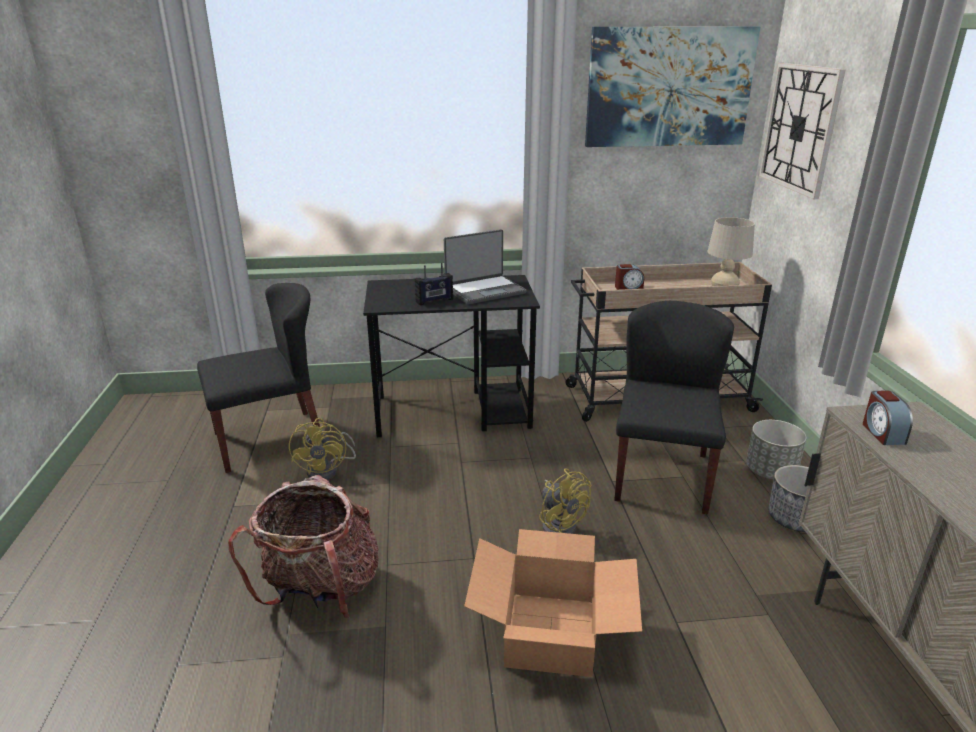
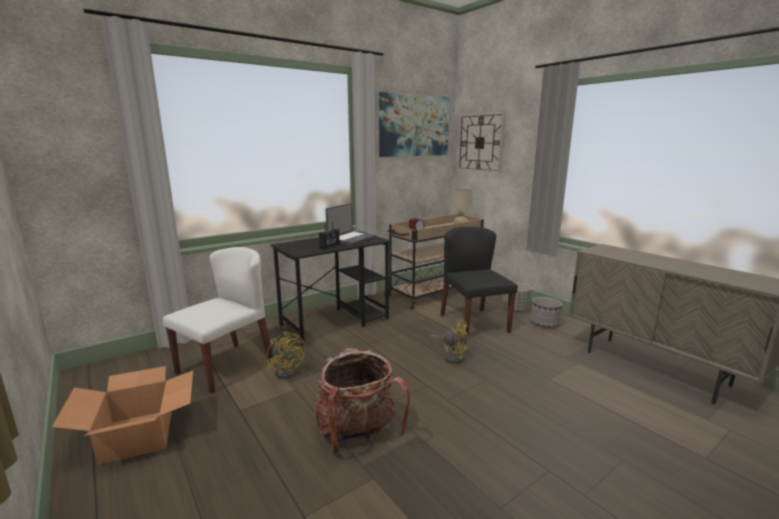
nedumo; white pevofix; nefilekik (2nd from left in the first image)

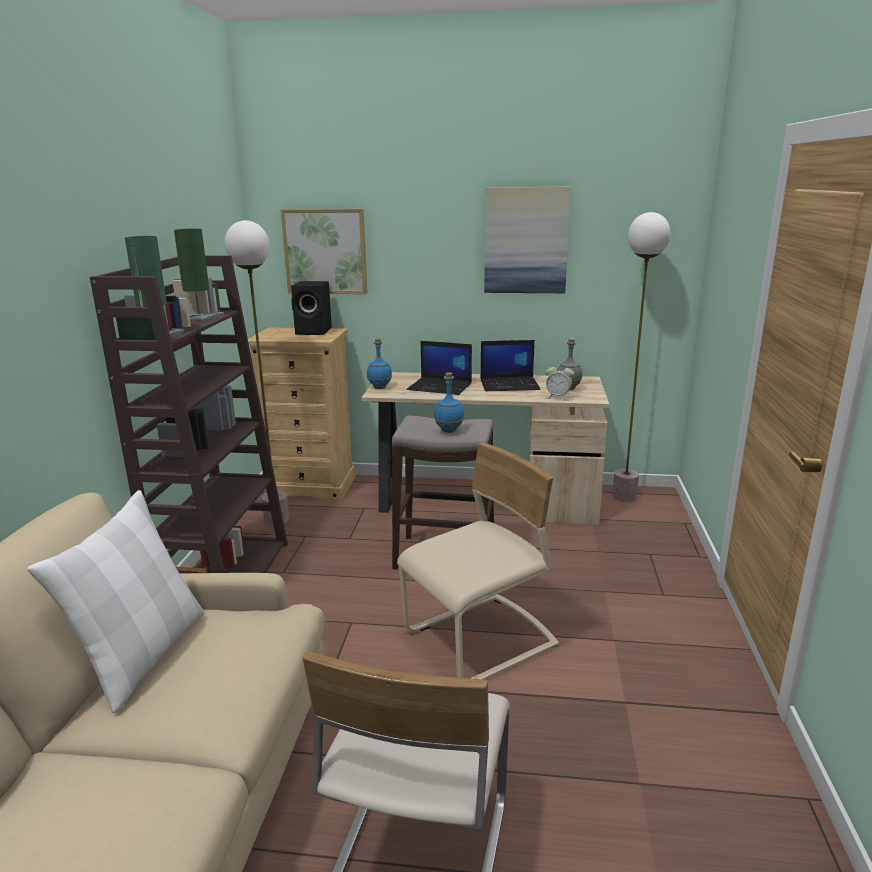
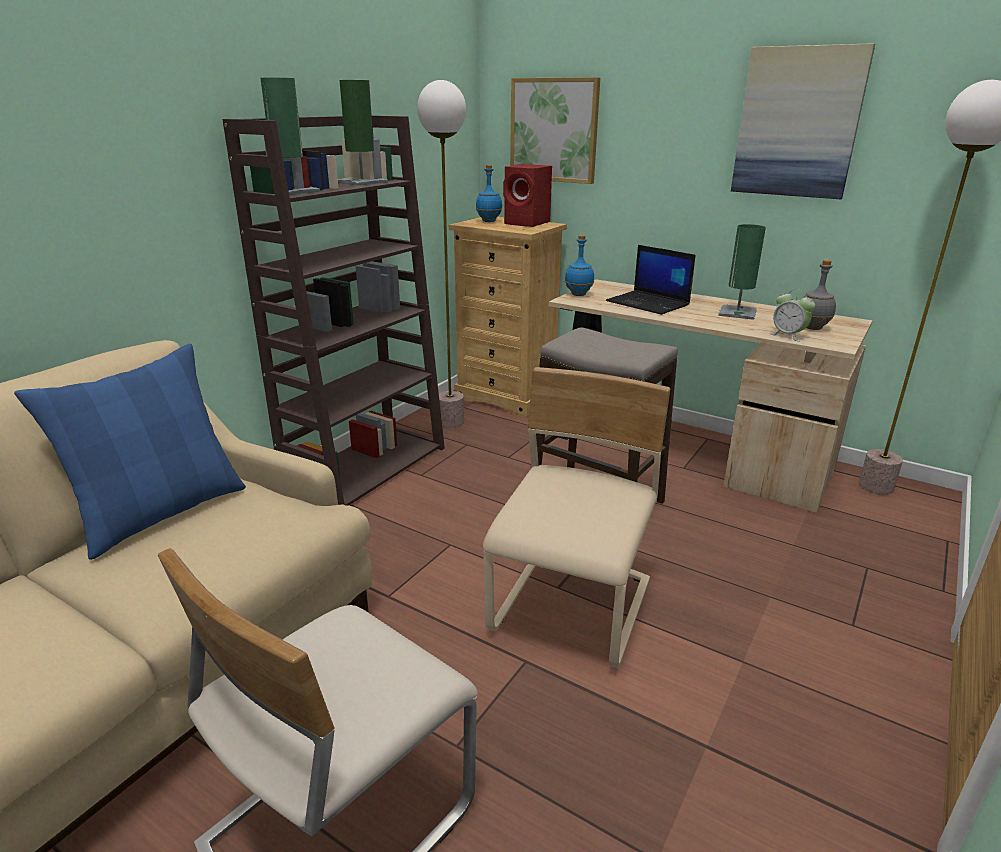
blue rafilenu; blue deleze (1st from left); beige pevofix (2nd from left); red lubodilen; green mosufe (3rd from left)

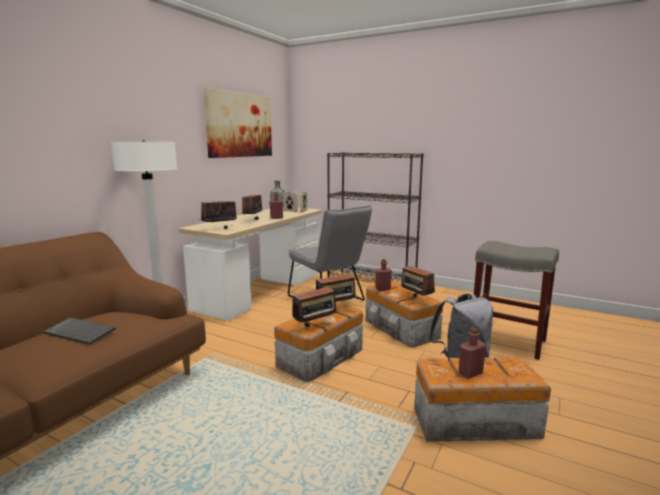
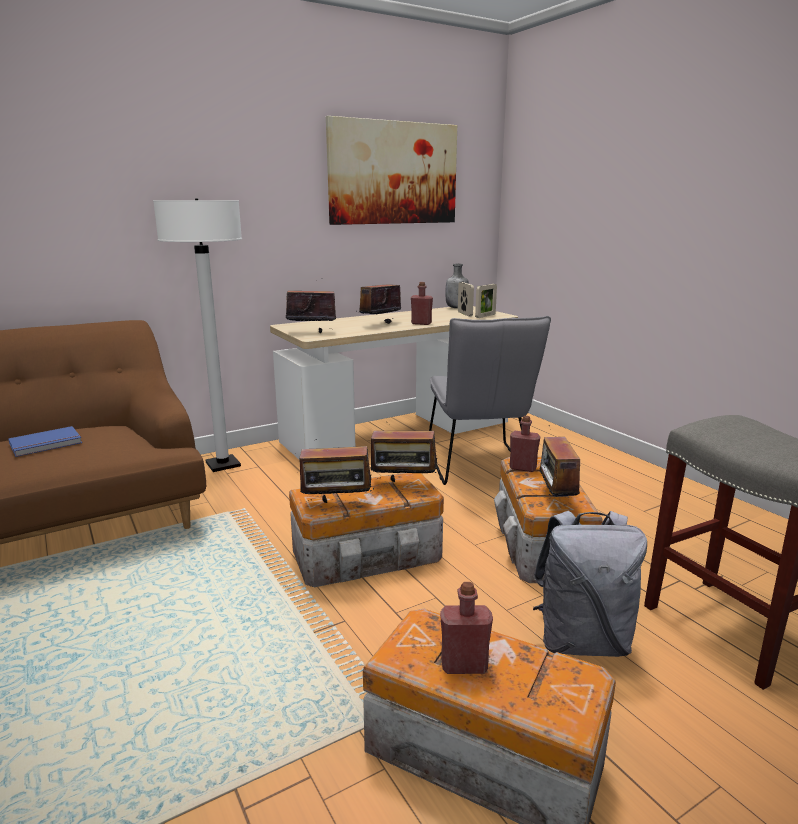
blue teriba; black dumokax

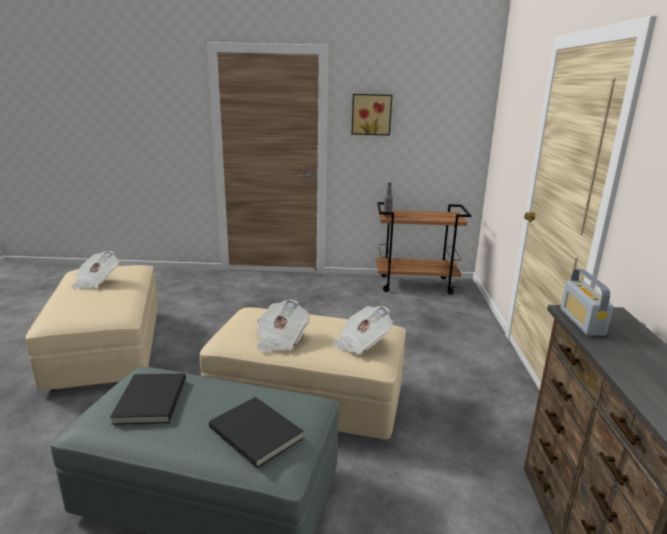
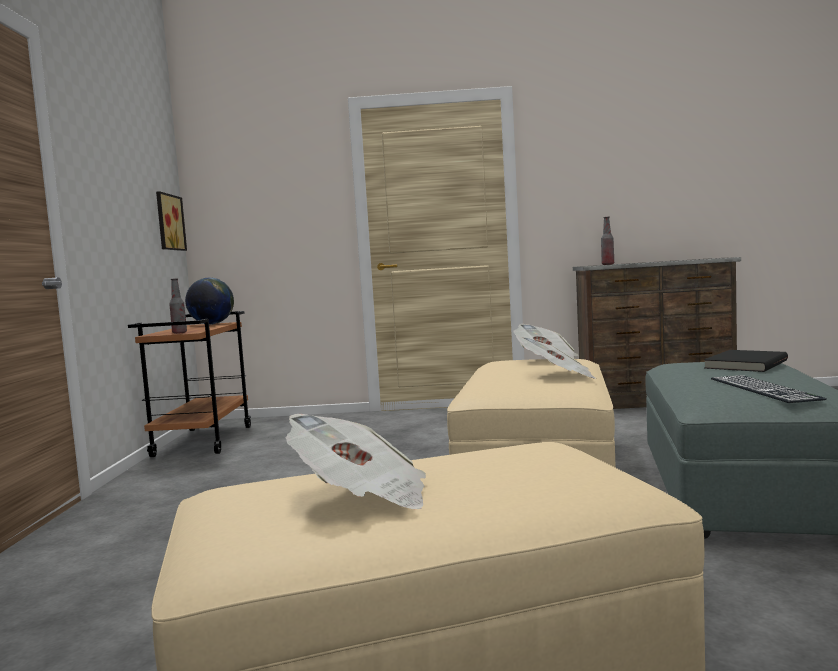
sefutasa; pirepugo; deleze (2nd from left); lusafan

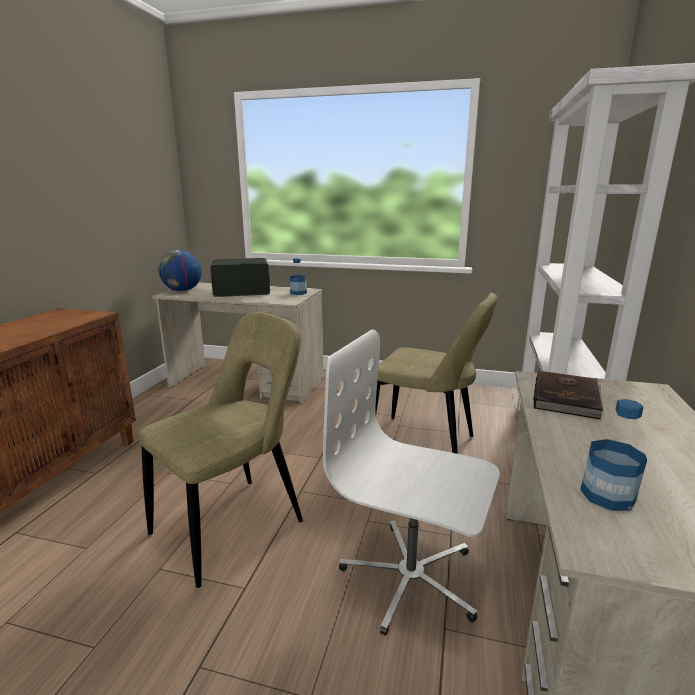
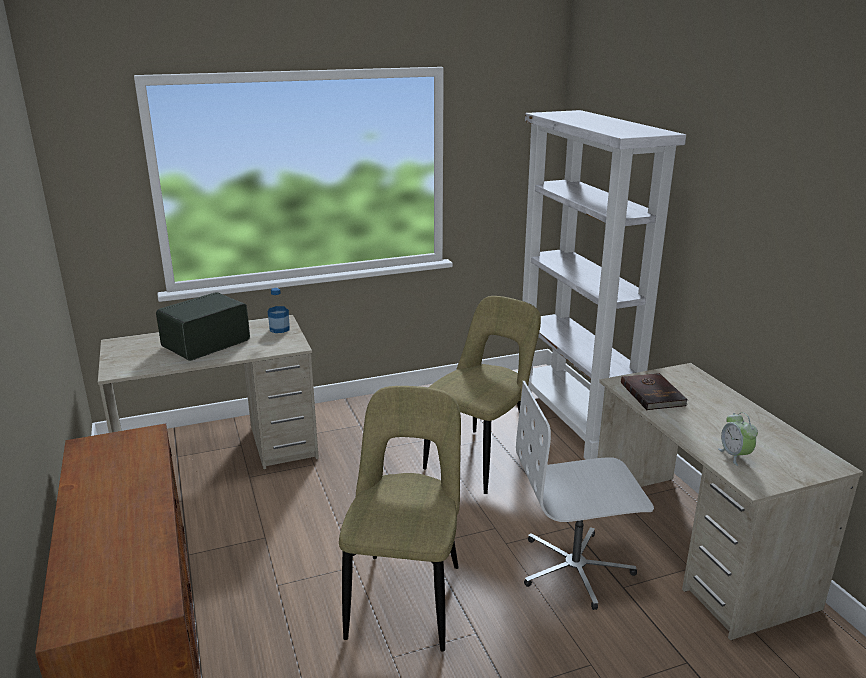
beige pevofix (2nd from left); nefilekik; pirepugo

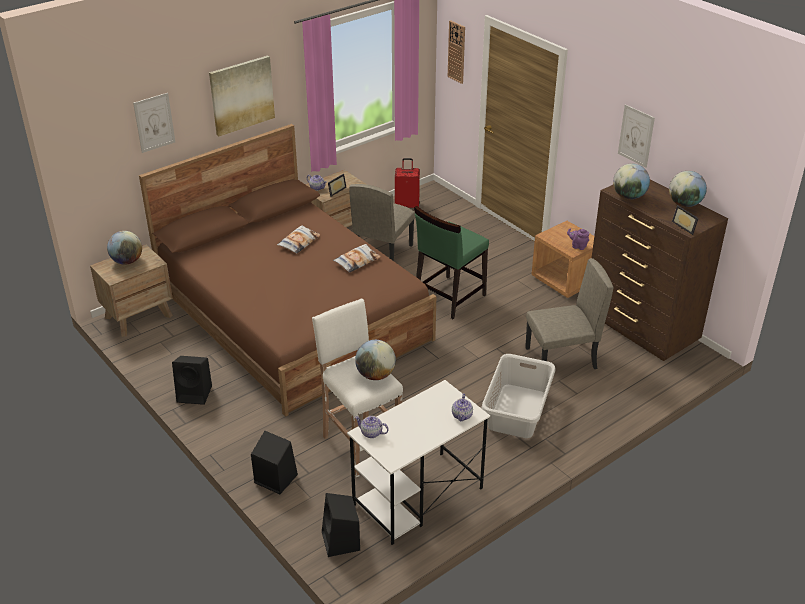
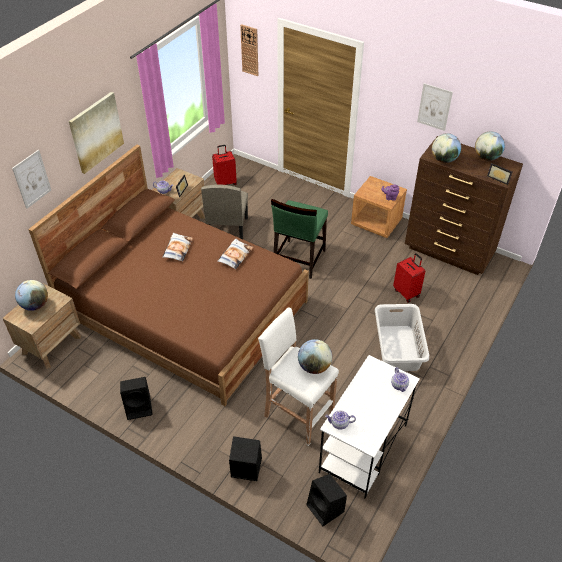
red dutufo (2nd from left)

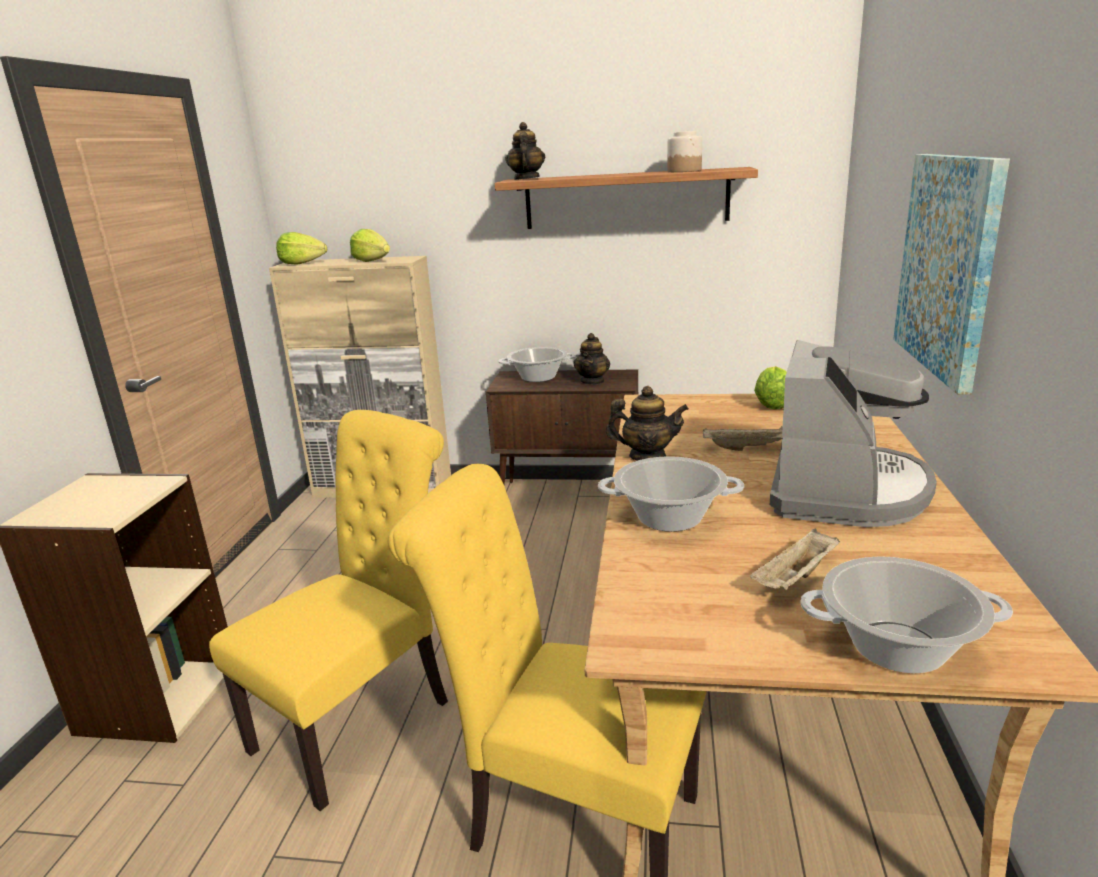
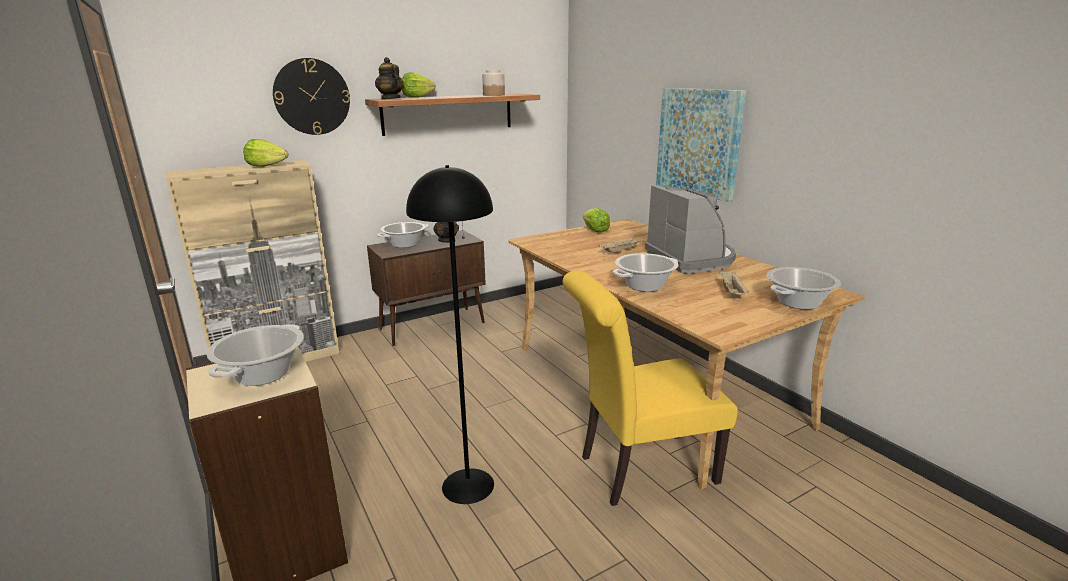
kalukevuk (1st from left); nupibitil; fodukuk (2nd from left); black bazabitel; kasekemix (3rd from left in the first image)

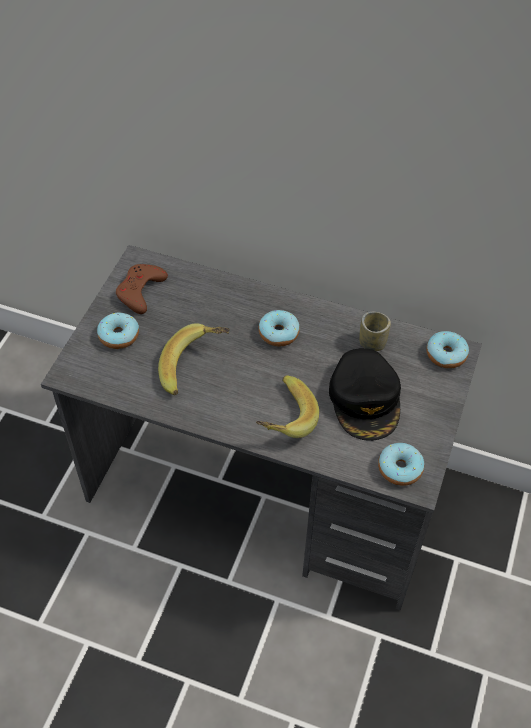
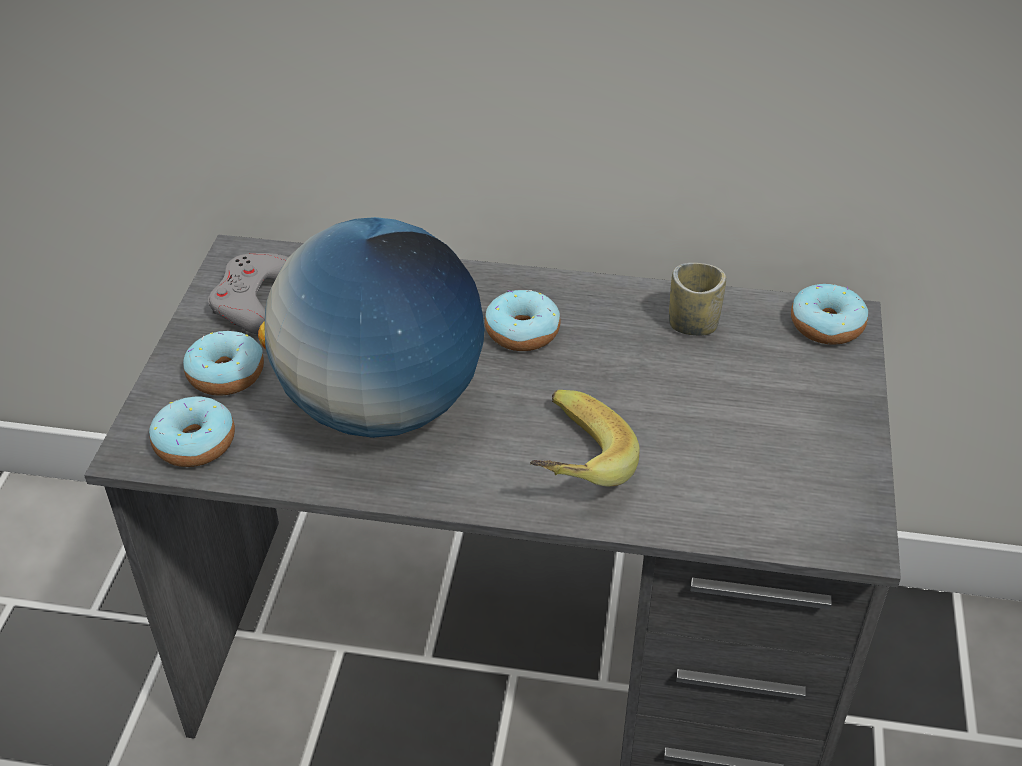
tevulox (1st from left); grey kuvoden; pirepugo; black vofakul

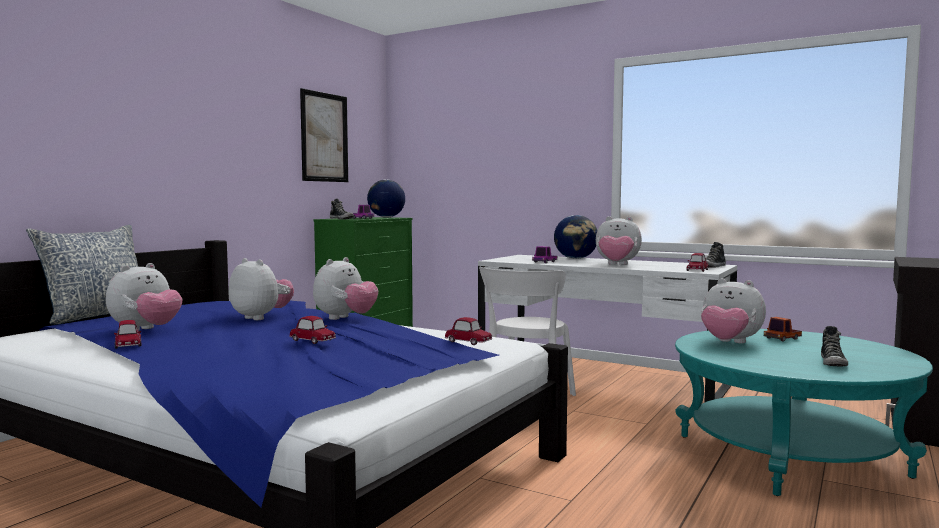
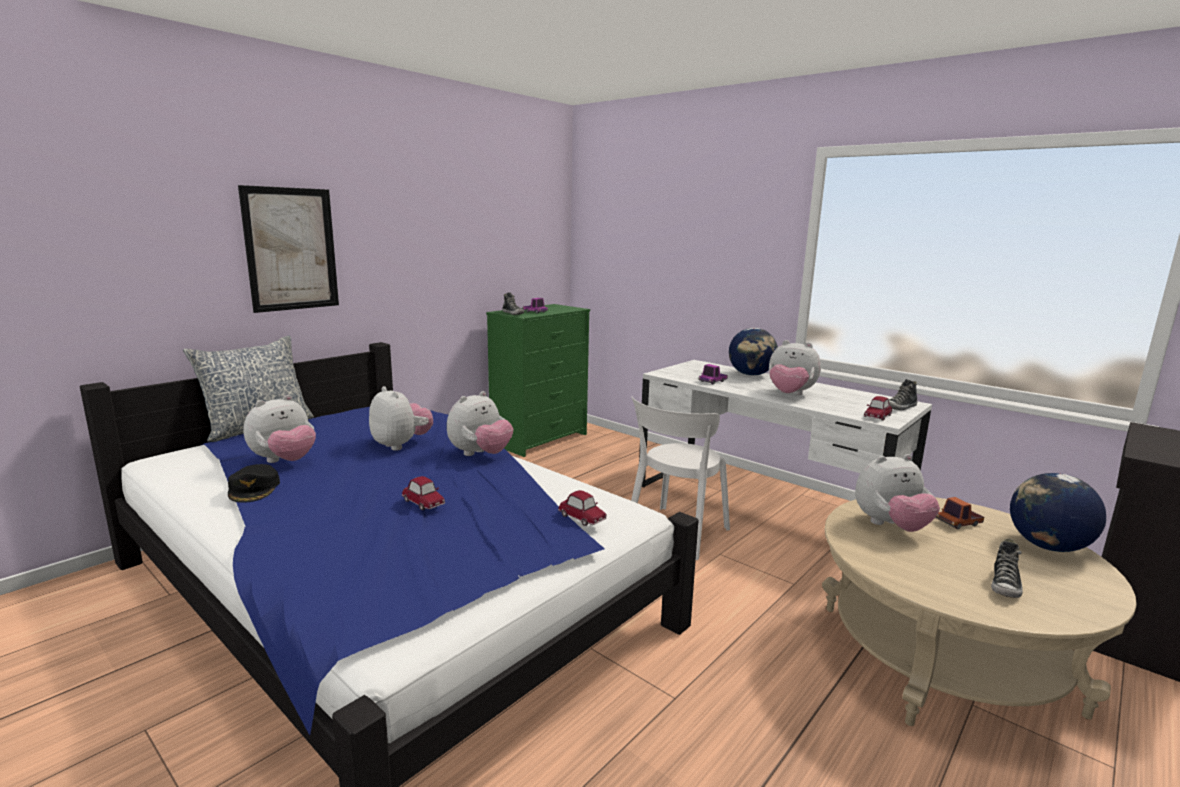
black vofakul; sefutasa; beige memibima; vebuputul (5th from left); pirepugo (2nd from left)

